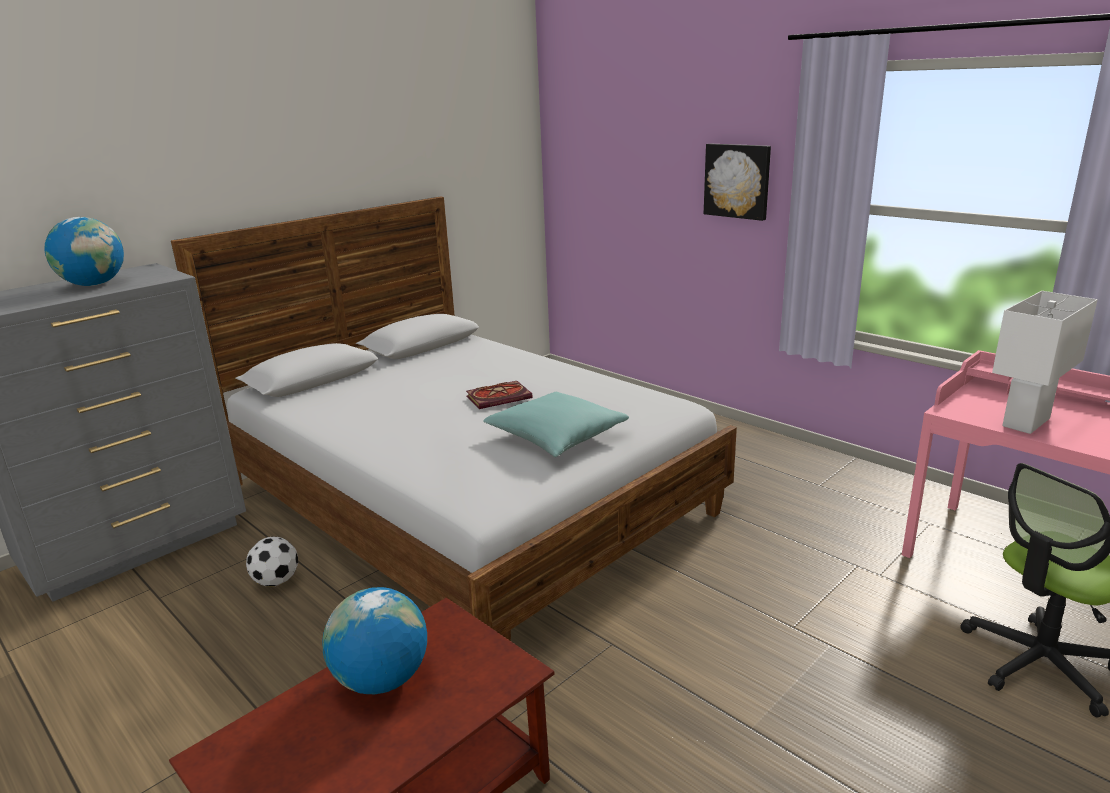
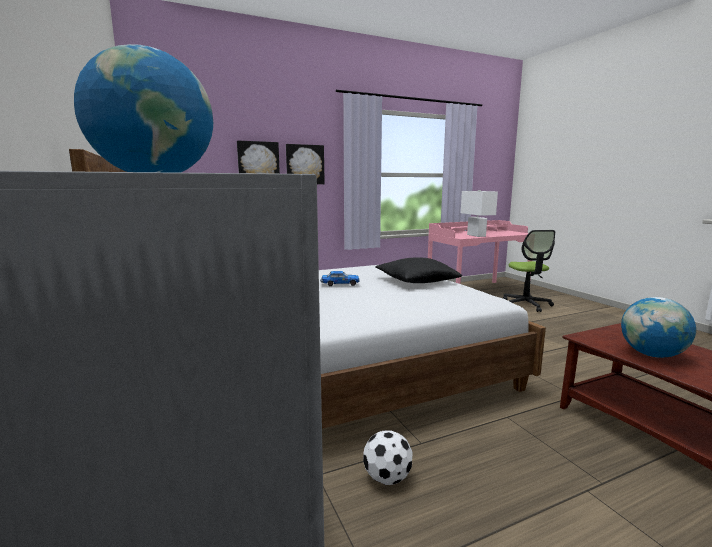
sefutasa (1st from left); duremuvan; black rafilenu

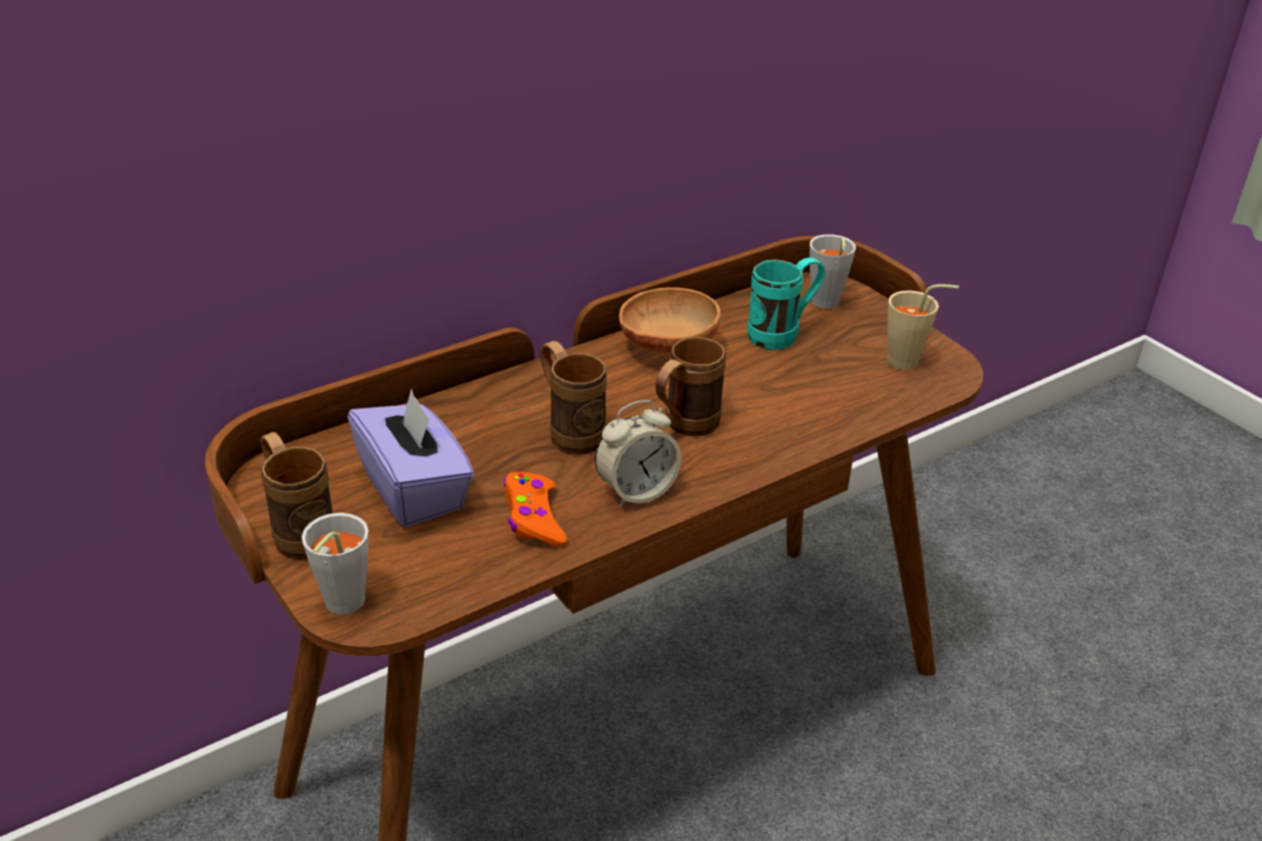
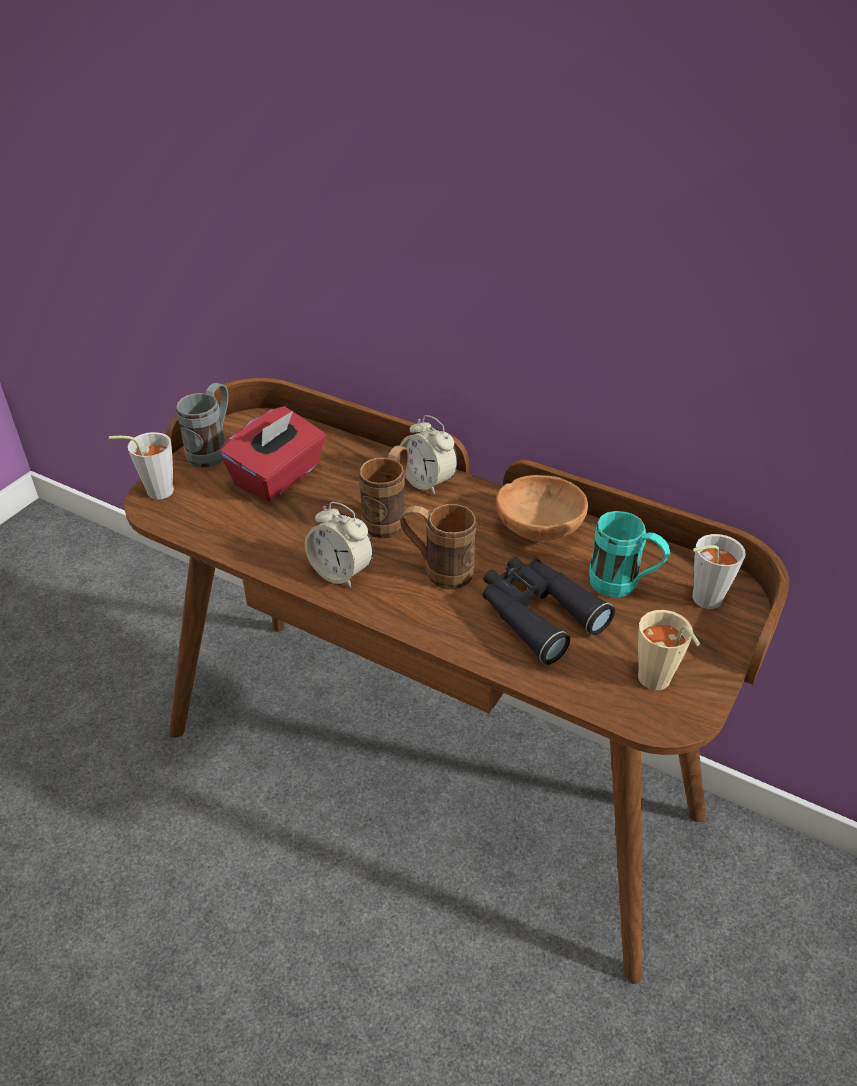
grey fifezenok; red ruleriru; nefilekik (2nd from left); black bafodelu; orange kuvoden

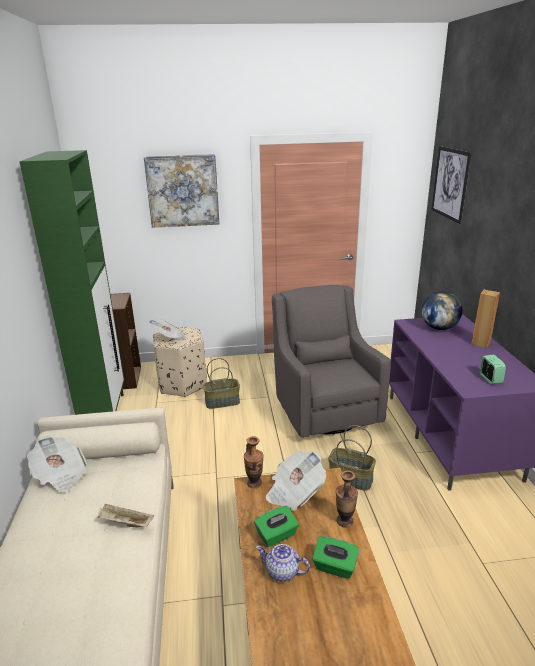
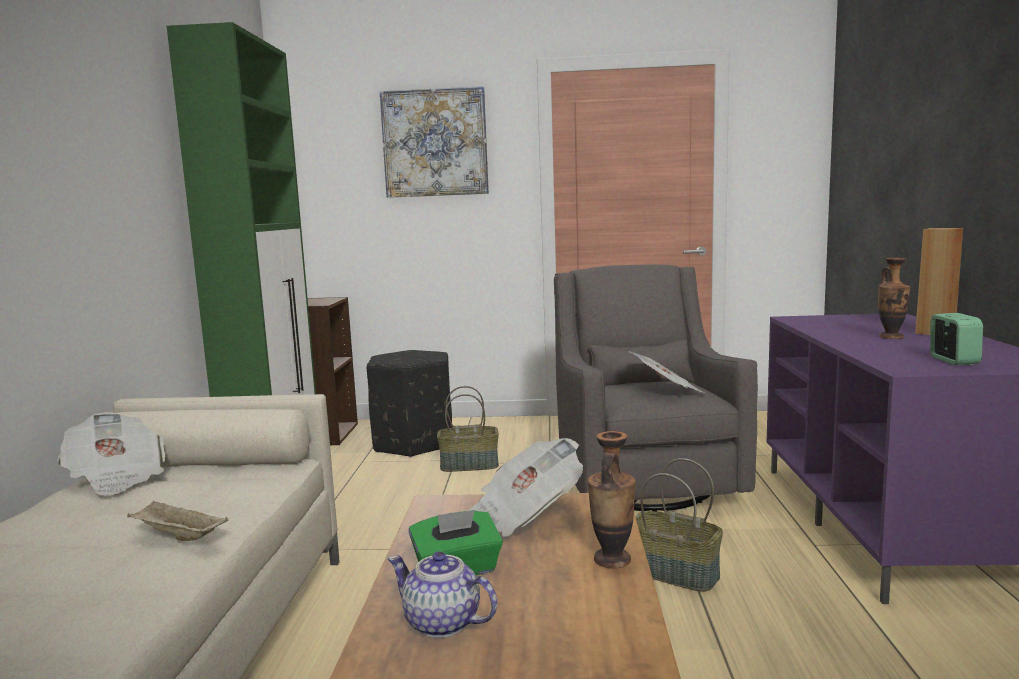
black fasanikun; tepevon (3rd from left); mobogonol (2nd from left); green ruleriru (2nd from left in the first image); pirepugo; sefutasa (2nd from left in the first image)

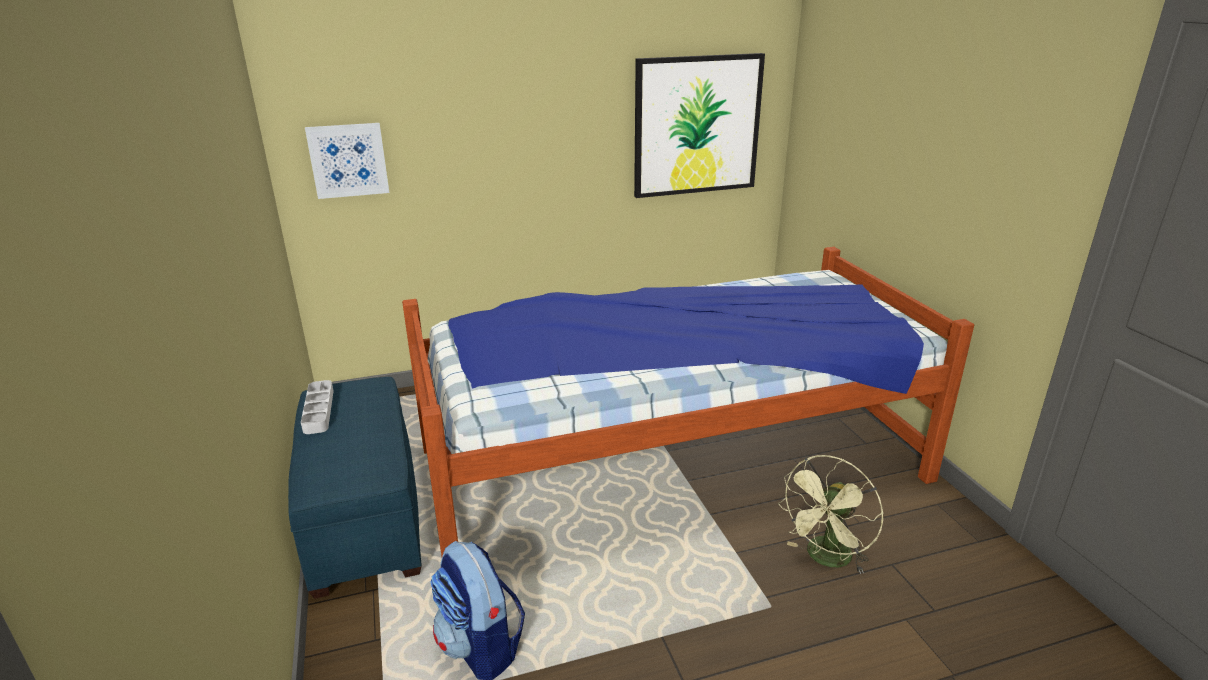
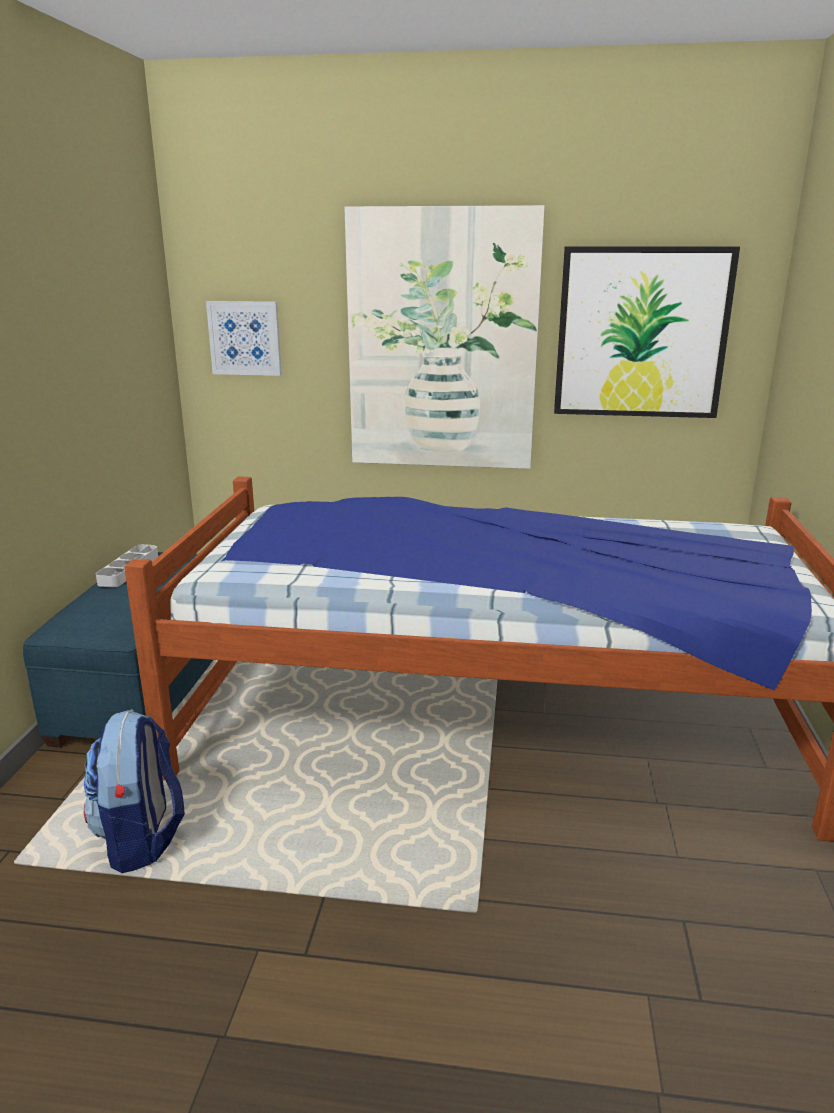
sefutasa (2nd from left); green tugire

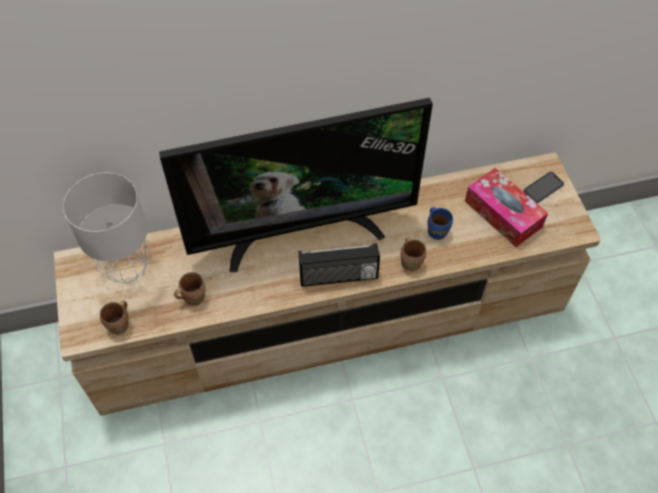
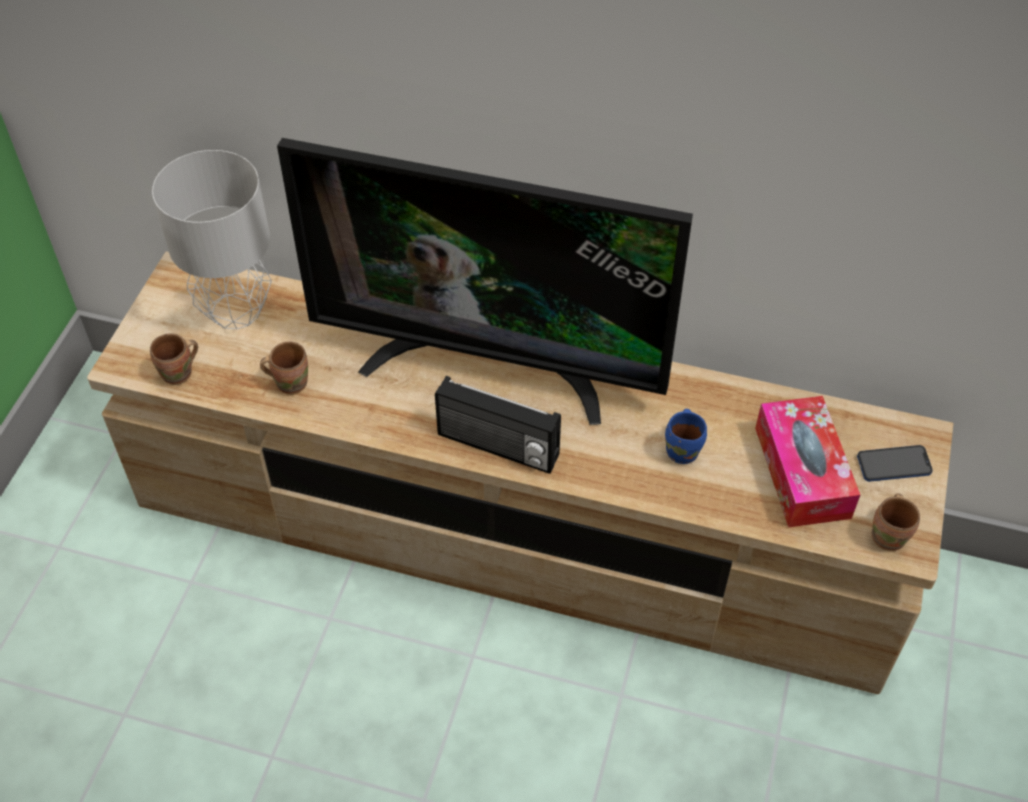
brown fifezenok (3rd from left)

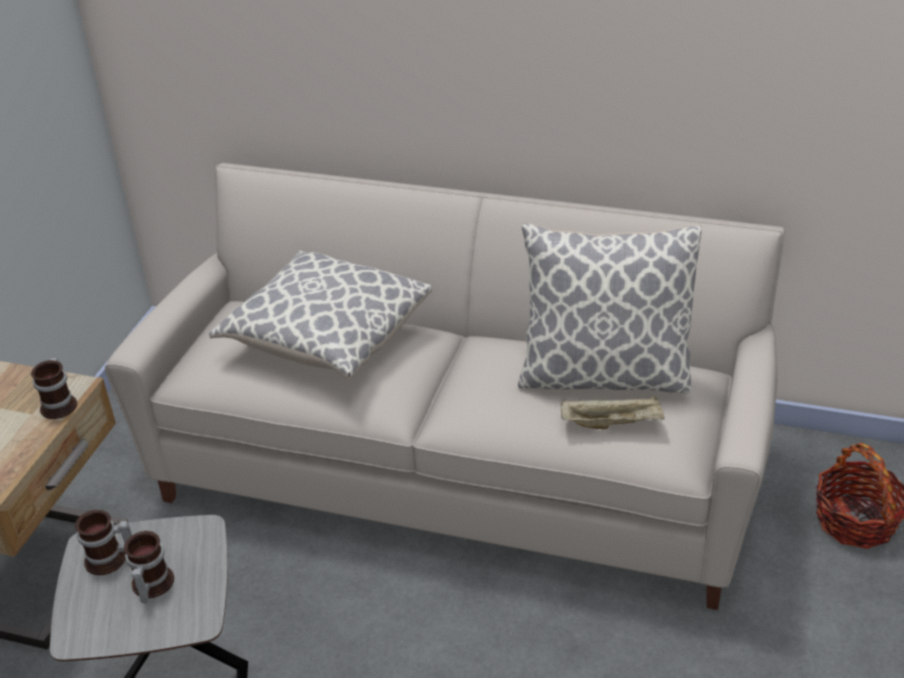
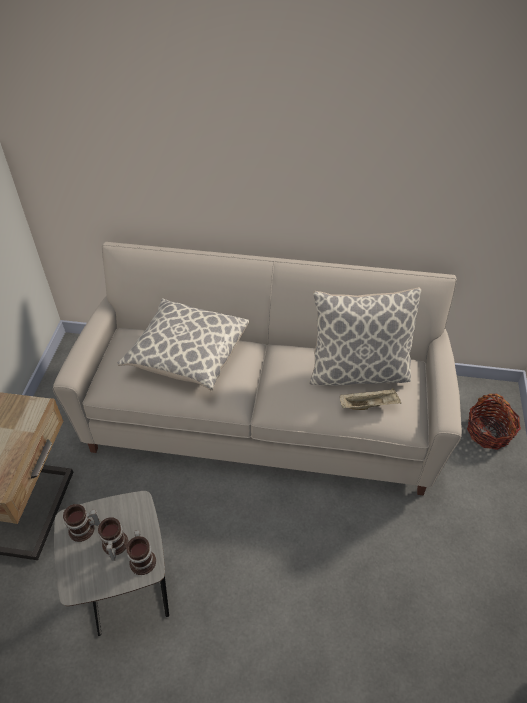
fifezenok (3rd from left)

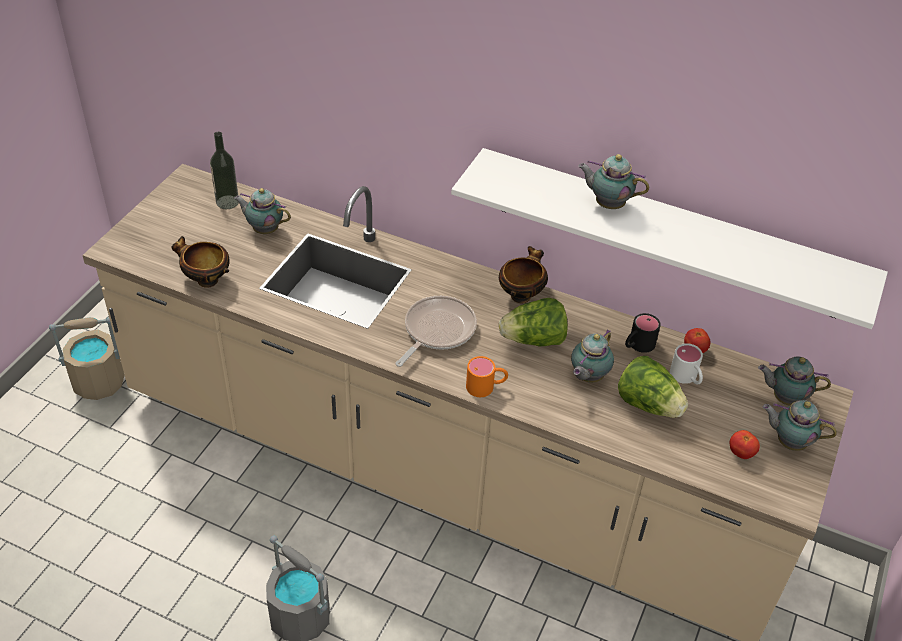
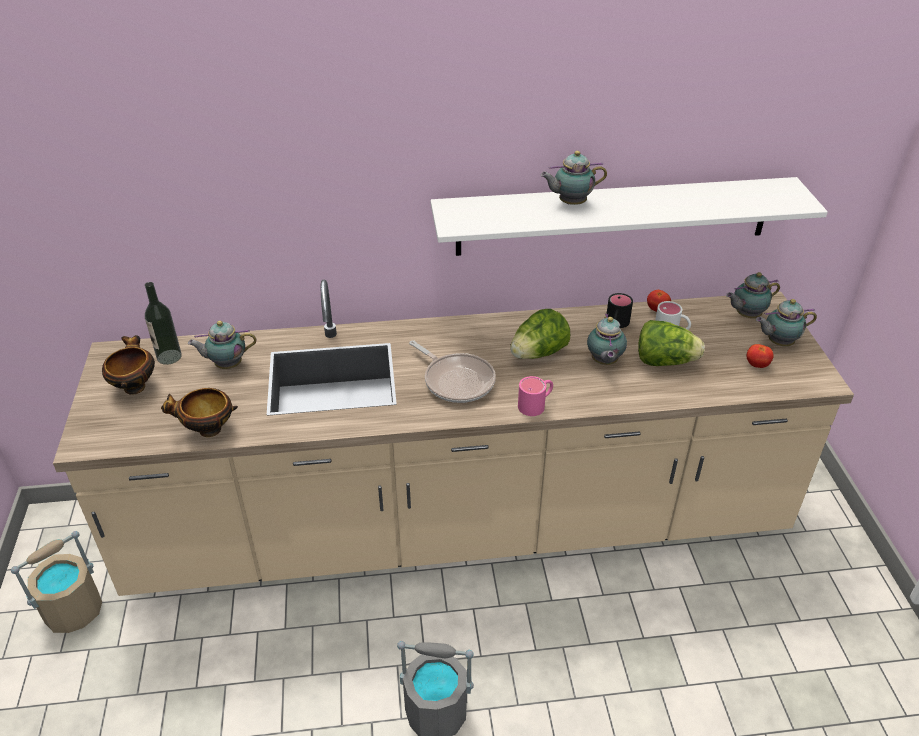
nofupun (1st from left); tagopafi; pink fifezenok

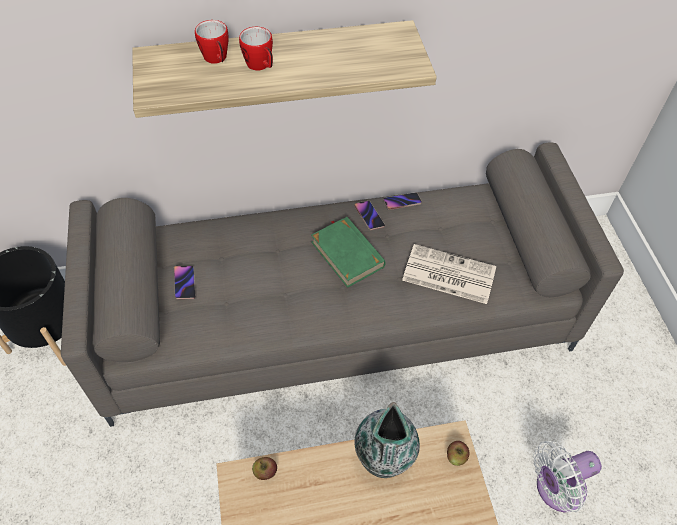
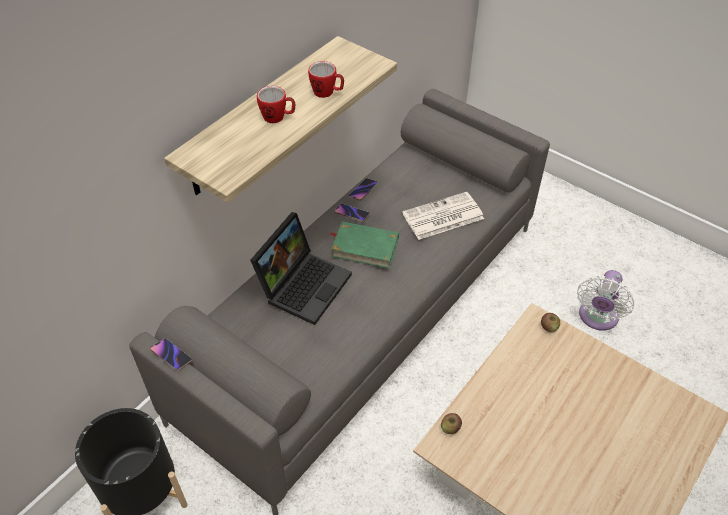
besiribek (1st from left); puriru; fifezenok (2nd from left); mobogonol

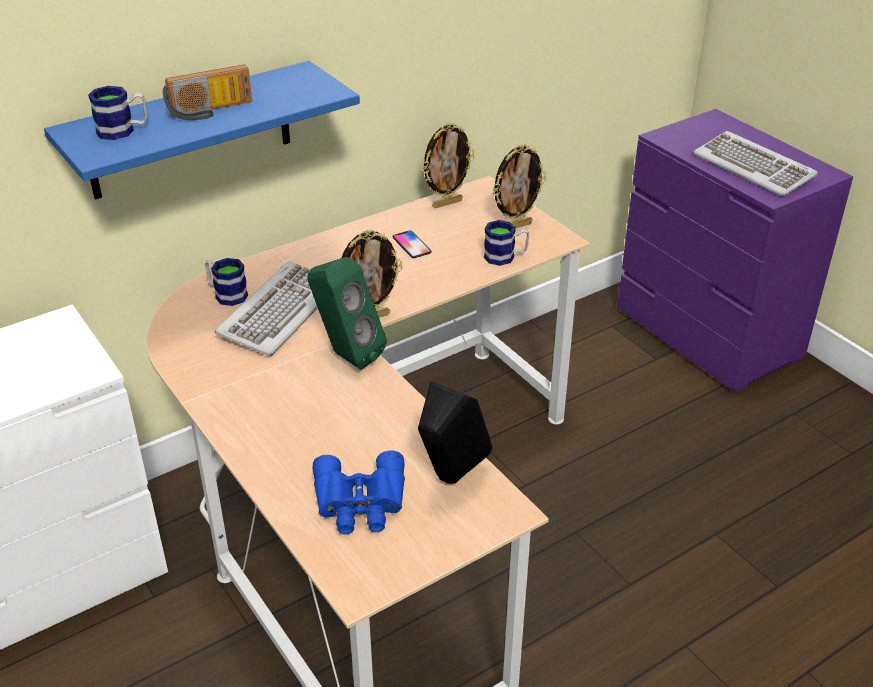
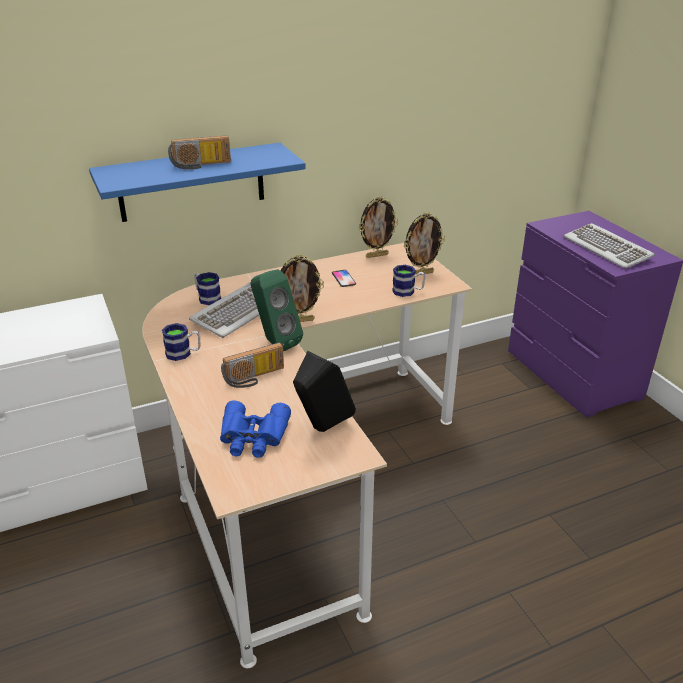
fifezenok (1st from left); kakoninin (2nd from left)

